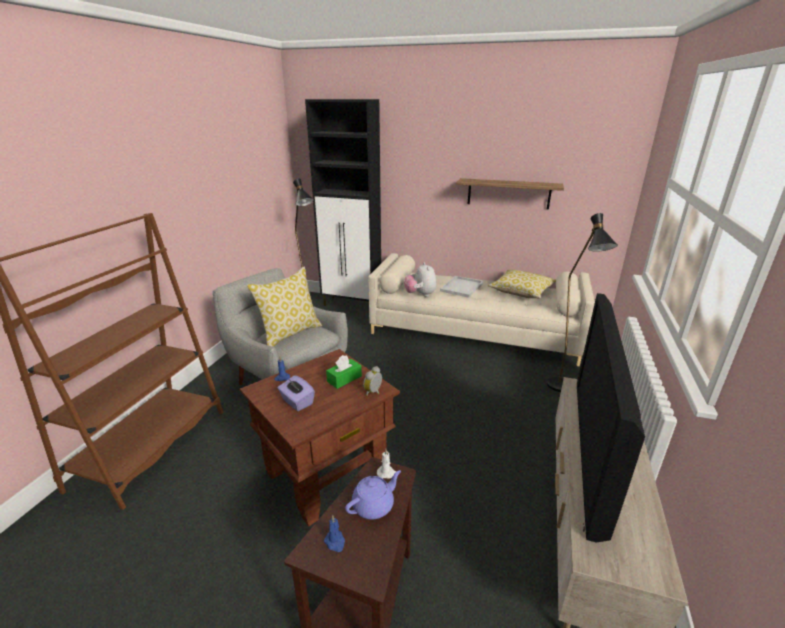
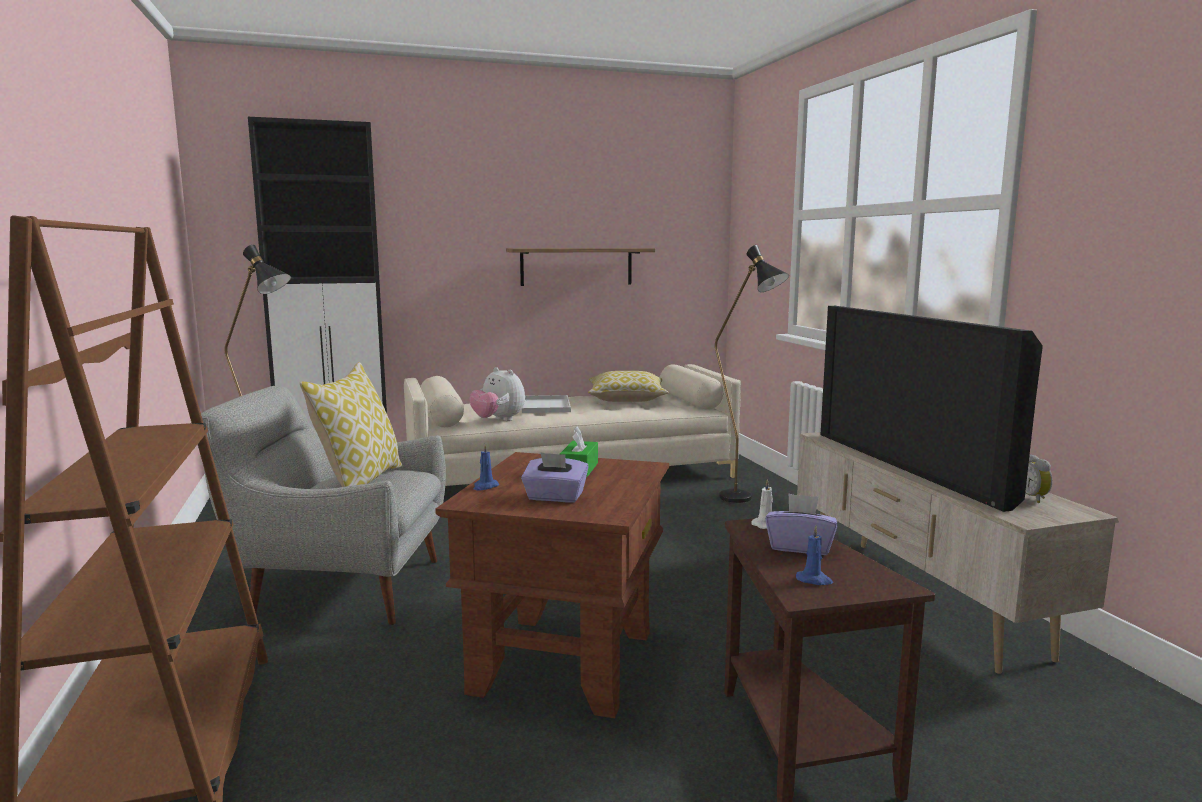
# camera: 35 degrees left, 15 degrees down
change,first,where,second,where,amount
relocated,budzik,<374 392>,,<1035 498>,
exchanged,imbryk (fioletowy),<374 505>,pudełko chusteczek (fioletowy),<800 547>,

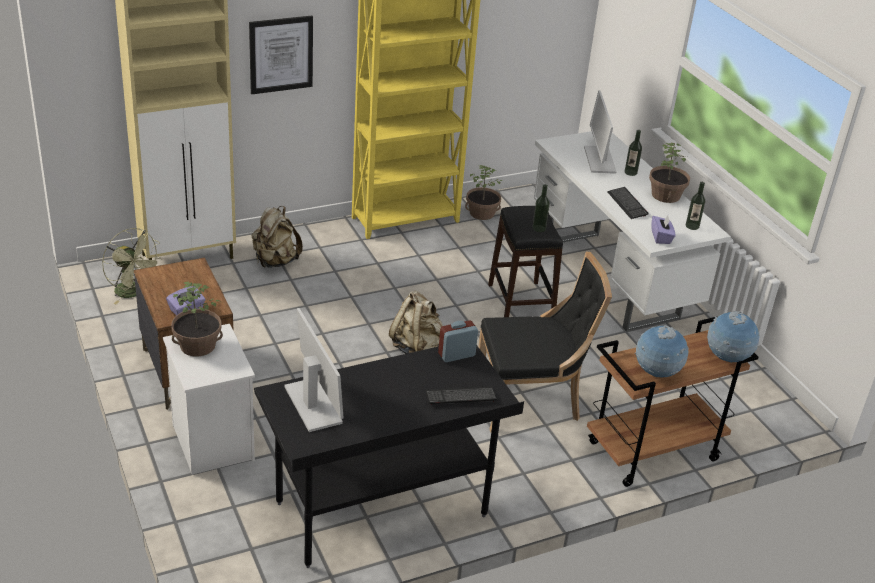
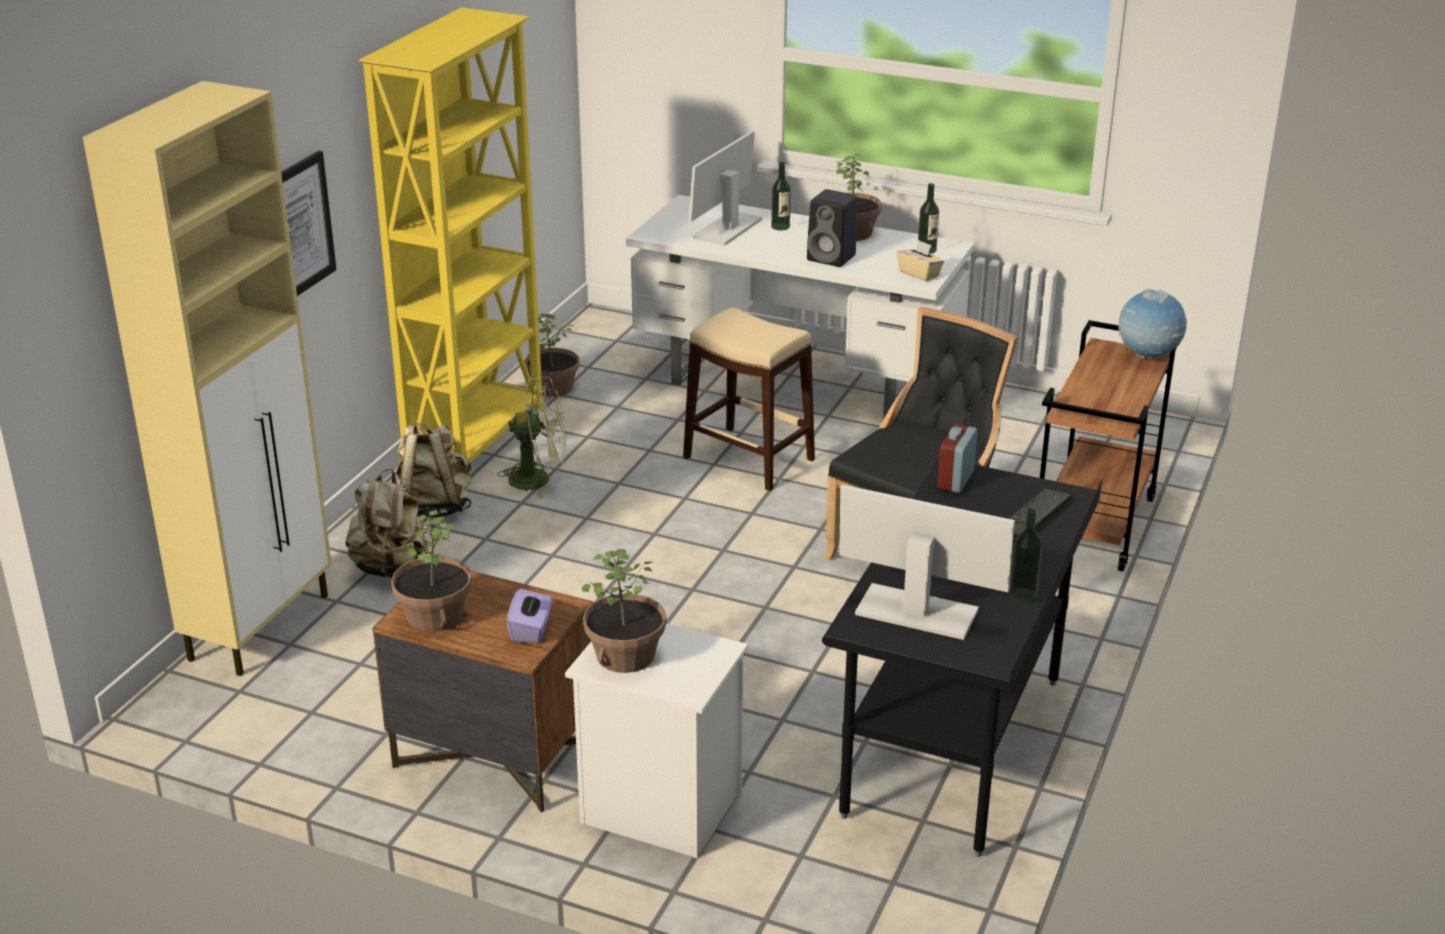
# camera: 40 degrees left, 5 degrees down
change,first,where,second,where,amount
missing,globus,<656 373>,,,
appeared,,,roślina doniczkowa,<434 615>,
relocated,wentylator (zielony),<133 293>,,<539 479>,
relocated,plecak (beżowy),<417 347>,,<434 507>,
relocated,butelka,<539 228>,,<1022 595>,
exchanged,klawiatura,<627 204>,głośnik (czarny),<833 258>,
colour,stołek (czarny),<520 304>,stołek (beżowy),<748 459>,
colour,pudełko chusteczek (fioletowy),<661 237>,pudełko chusteczek (beżowy),<919 274>,
spun,monitor,<599 159>,,<727 228>,75 degrees clockwise

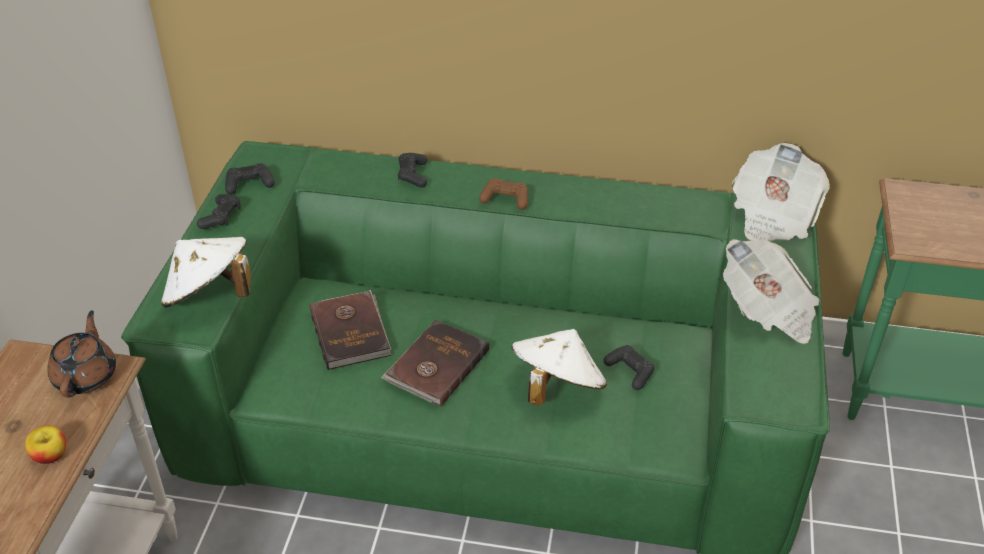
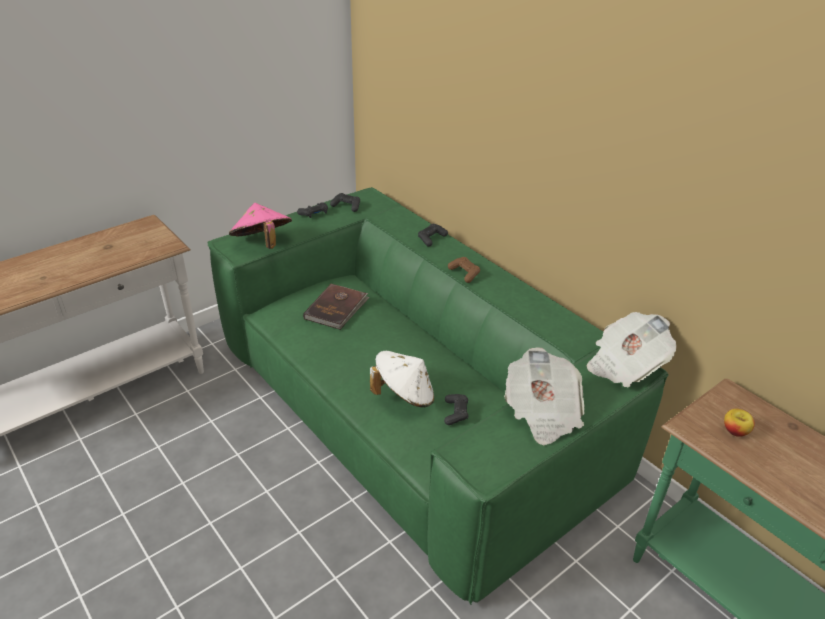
# camera: 40 degrees right, 5 degrees down
change,first,where,second,where,amount
missing,imbryk (brązowy),<86 375>,,,
missing,książka (brązowy),<436 366>,,,
relocated,jabłko,<50 455>,,<735 431>,
colour,kapelusz (biały),<209 296>,kapelusz (różowy),<262 244>,

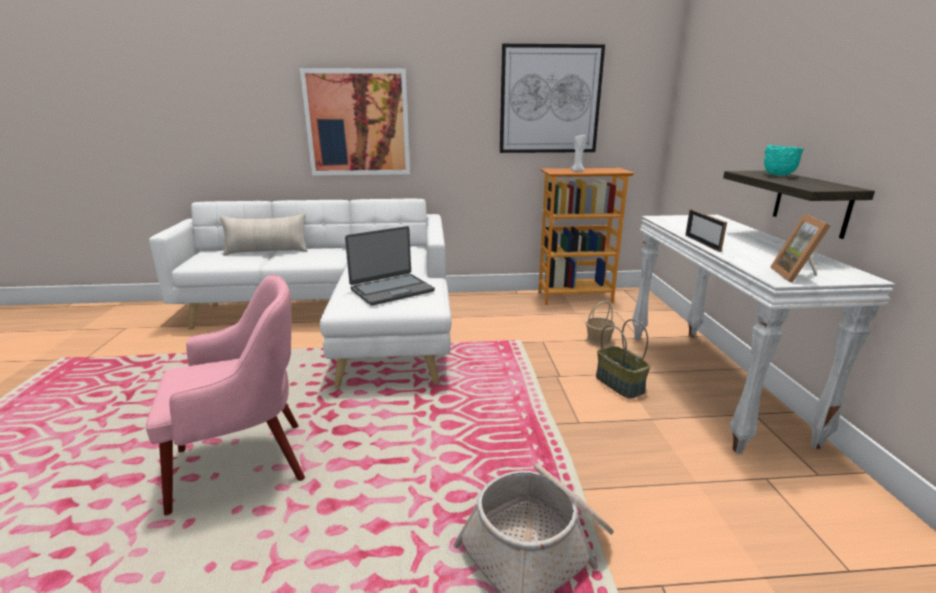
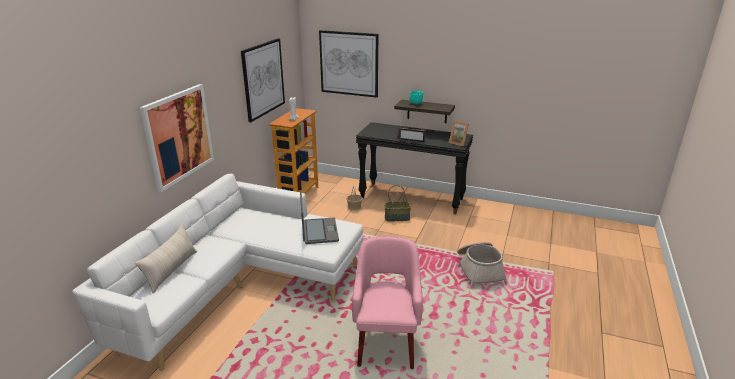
# camera: 65 degrees left, 5 degrees up
change,first,where,second,where,amount
appeared,,,obraz,<349 63>,
colour,stolik konsolowy (biały),<711 383>,stolik konsolowy (czarny),<412 198>,

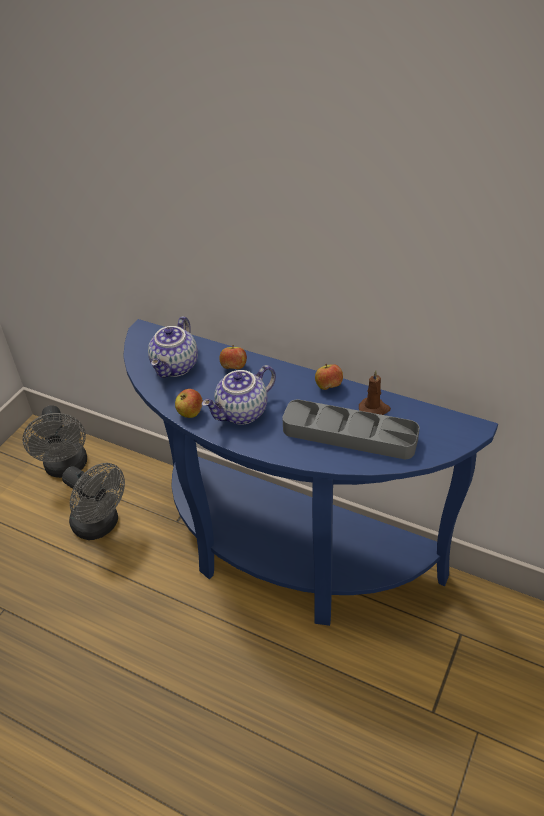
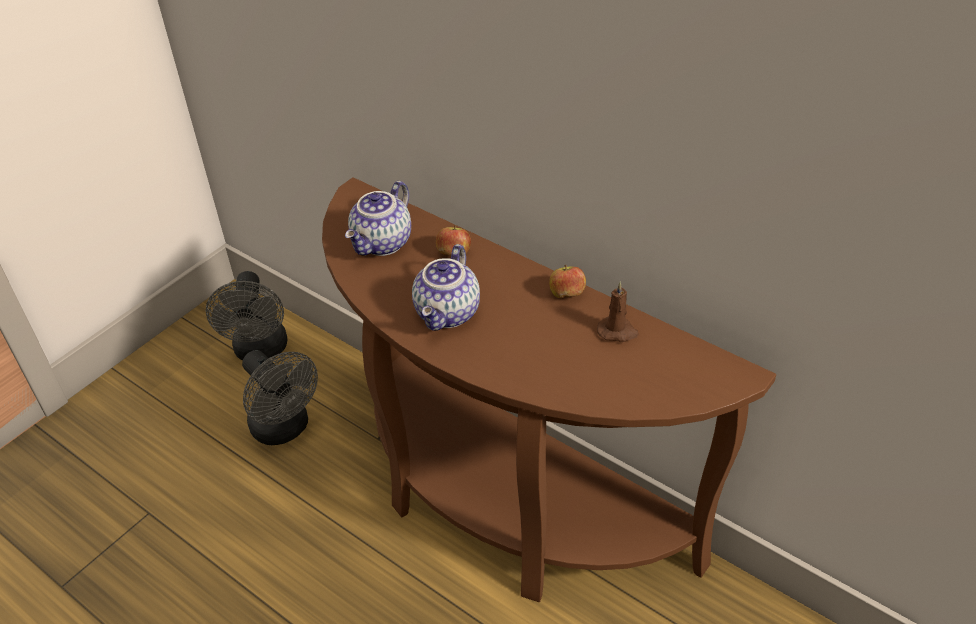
# camera: 10 degrees right, 0 degrees up
change,first,where,second,where,amount
missing,jabłko,<190 413>,,,
missing,taca (szary),<349 434>,,,
colour,stolik konsolowy (niebieski),<286 555>,stolik konsolowy (brązowy),<504 503>,
spun,imbryk,<242 413>,,<449 314>,45 degrees counterclockwise

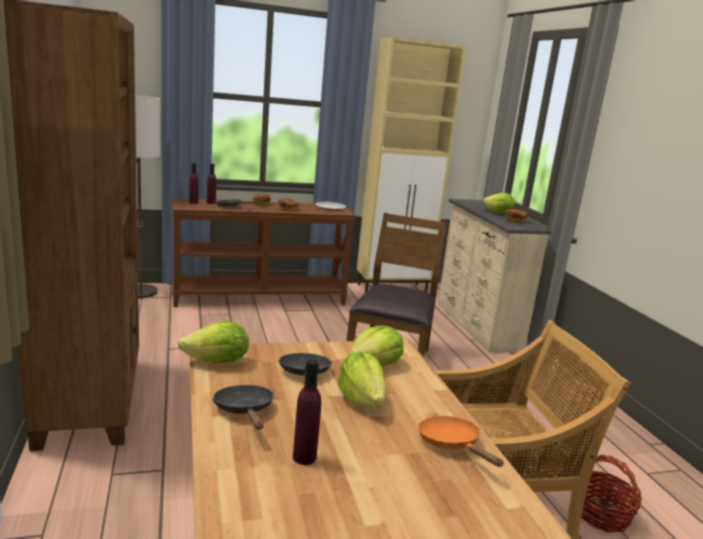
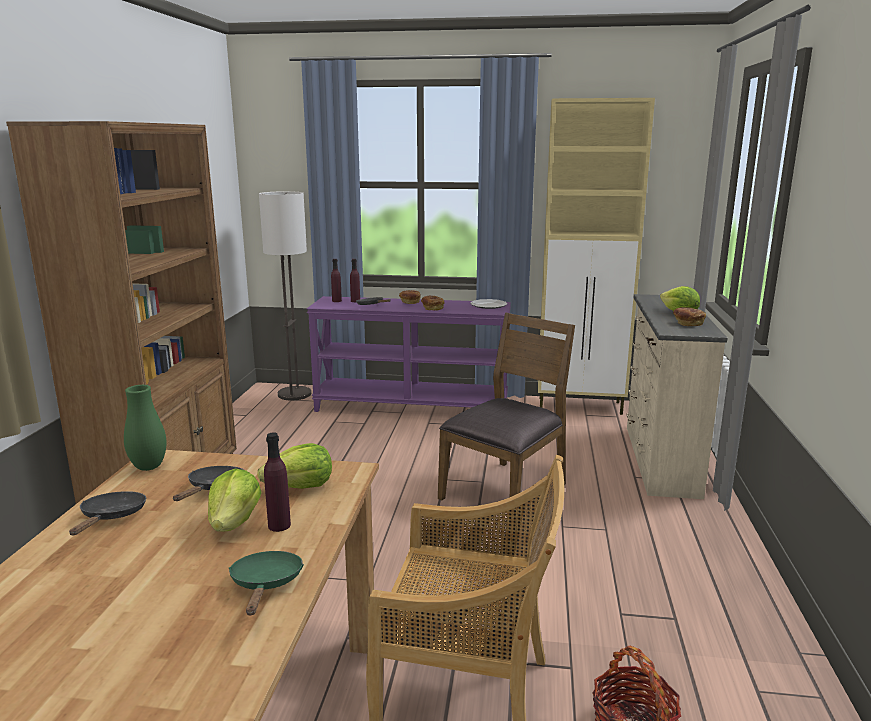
# camera: 25 degrees right, 0 degrees up
change,first,where,second,where,amount
relocated,butelka (fioletowy),<304 457>,,<279 525>,
exchanged,sałata,<217 362>,wazon (zielony),<149 467>,
colour,stolik konsolowy (brązowy),<260 297>,stolik konsolowy (fioletowy),<412 406>,
colour,patelnia (pomarańczowy),<452 444>,patelnia (zielony),<266 584>,

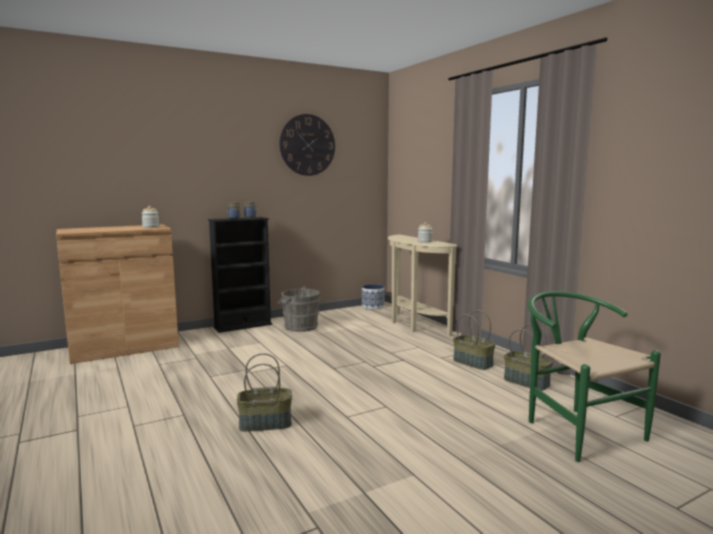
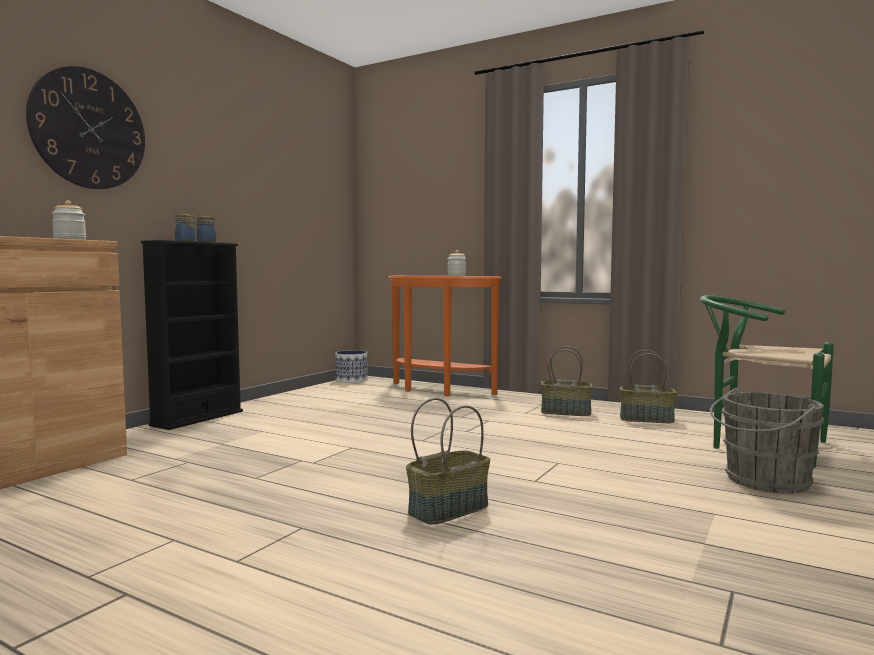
# camera: 30 degrees left, 5 degrees down
change,first,where,second,where,amount
relocated,wiadro (szary),<299 327>,,<763 481>,
relocated,zegar ścienny,<307 145>,,<89 129>,
colour,stolik konsolowy (beżowy),<413 325>,stolik konsolowy (pomarańczowy),<436 391>,

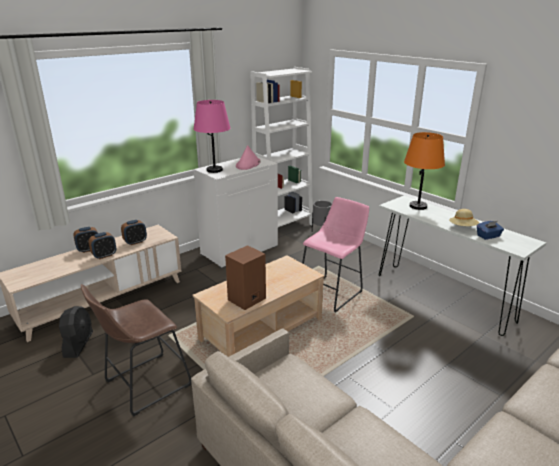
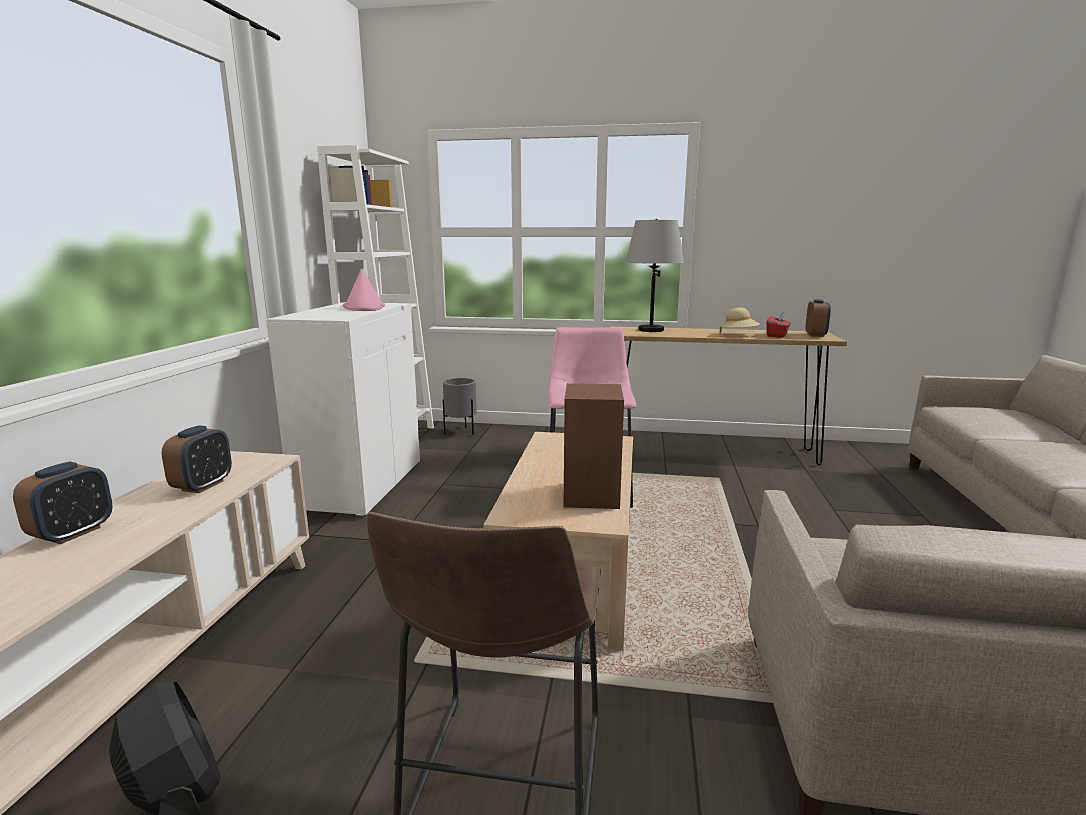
# camera: 40 degrees left, 10 degrees down
change,first,where,second,where,amount
missing,lampa stołowa (różowy),<214 170>,,,
relocated,budzik,<104 255>,,<815 335>,
colour,stolik konsolowy (biały),<442 297>,stolik konsolowy (brązowy),<710 452>,
colour,lampa stołowa (pomarańczowy),<418 206>,lampa stołowa (szary),<650 330>,
colour,pudełko chusteczek (niebieski),<488 236>,pudełko chusteczek (czerwony),<777 335>,

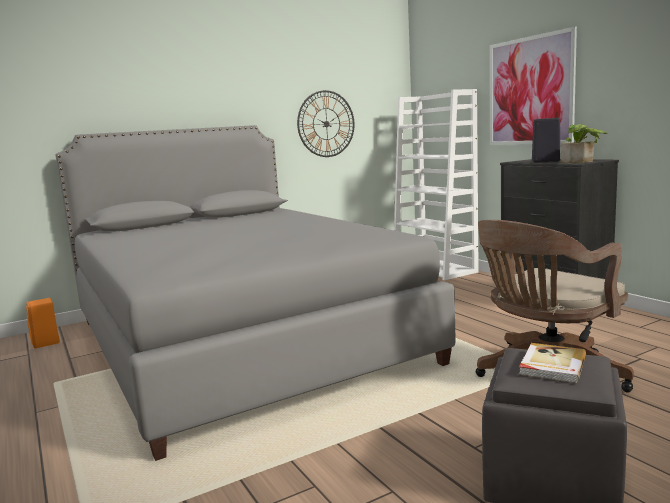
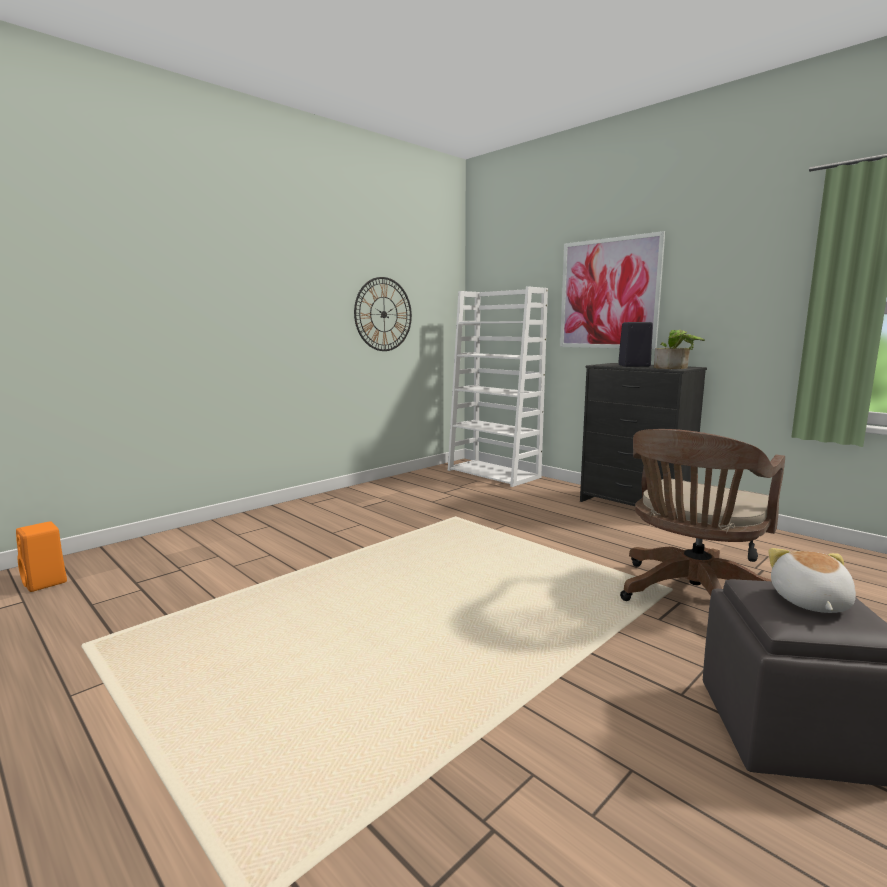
# camera: 15 degrees left, 0 degrees up
change,first,where,second,where,amount
missing,łóżko (szary),<239 341>,,,
exchanged,książka,<551 365>,pluszak,<809 602>,

